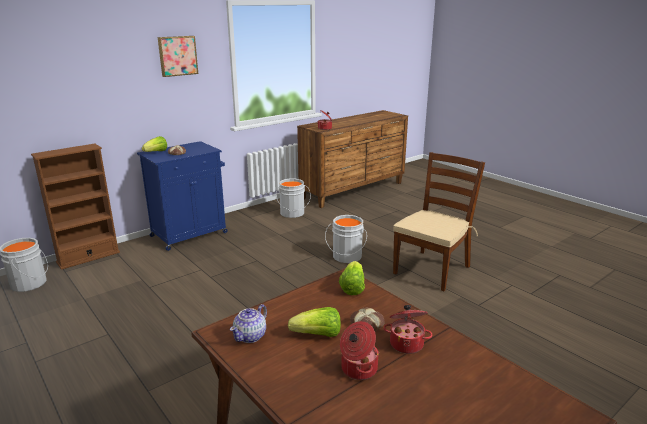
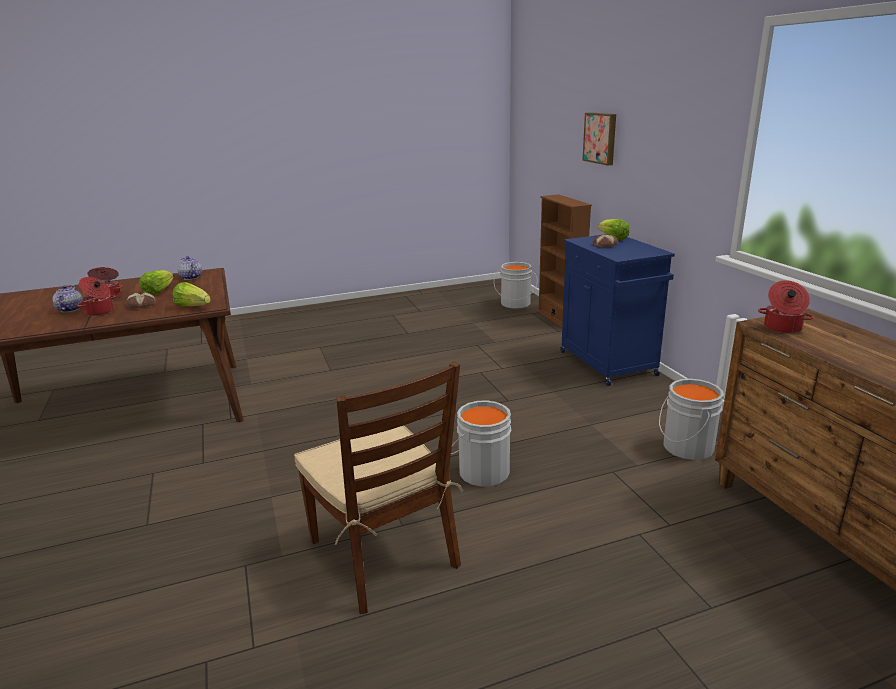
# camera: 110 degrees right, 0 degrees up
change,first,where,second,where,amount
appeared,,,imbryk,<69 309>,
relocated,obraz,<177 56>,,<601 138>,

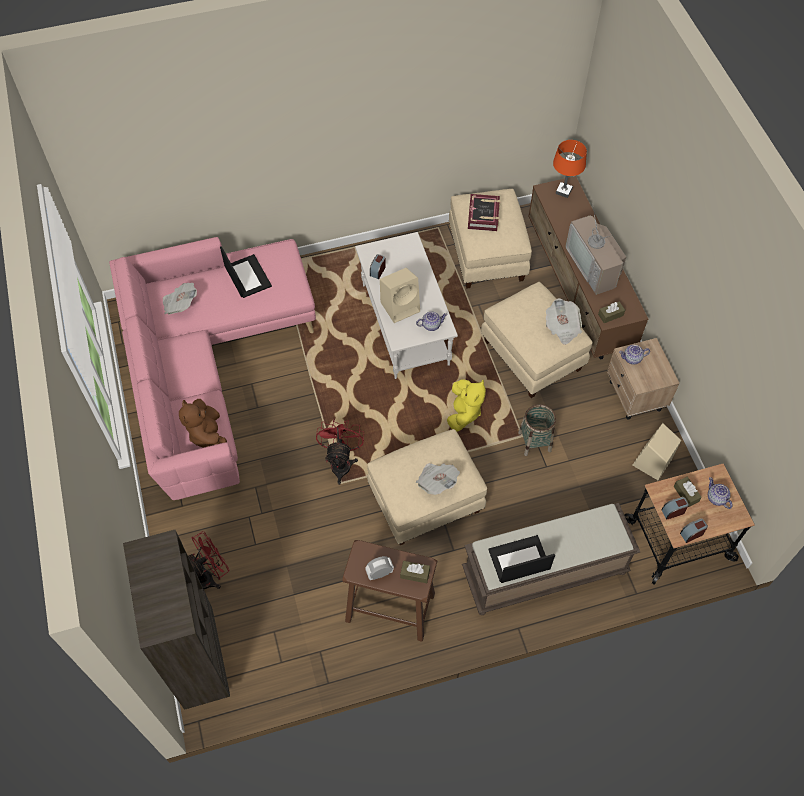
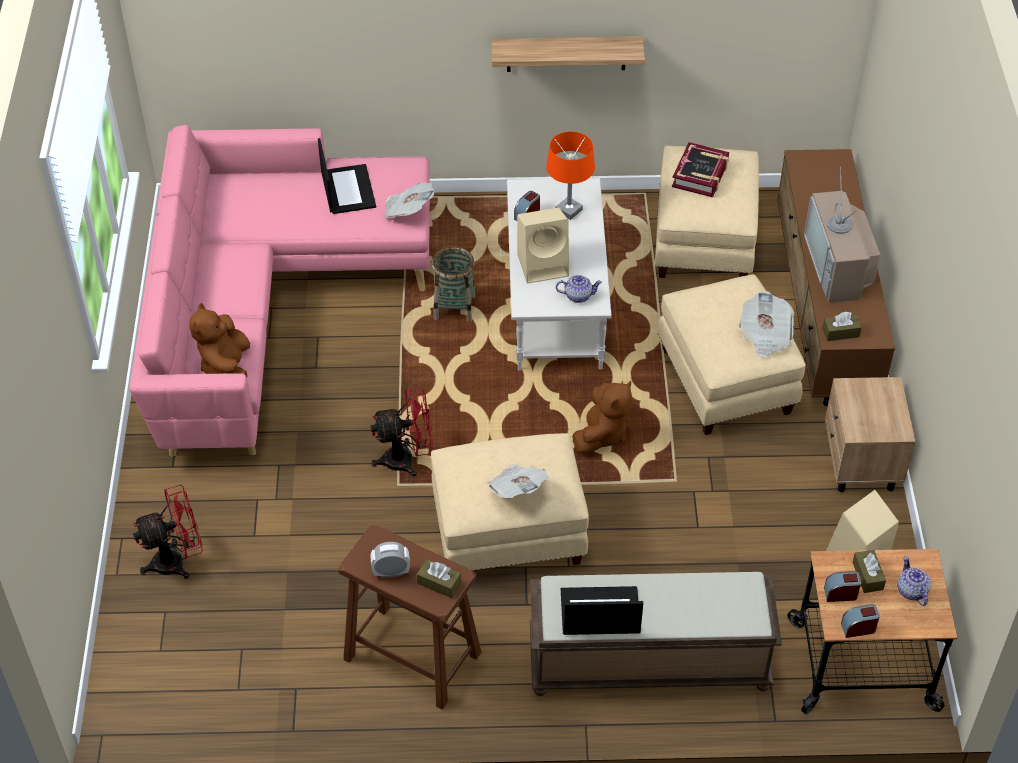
# camera: 15 degrees right, 10 degrees down
change,first,where,second,where,amount
missing,regał (brązowy),<201 663>,,,
missing,imbryk,<632 358>,,,
appeared,,,półka,<566 53>,
relocated,gazeta,<180 304>,,<408 210>,
relocated,koszyk,<534 441>,,<454 308>,
relocated,lampa stołowa (pomarańczowy),<563 191>,,<569 210>,
colour,pluszak (żółty),<464 413>,pluszak (brązowy),<601 434>,
spun,wentylator (czerwony),<341 462>,,<407 459>,60 degrees clockwise

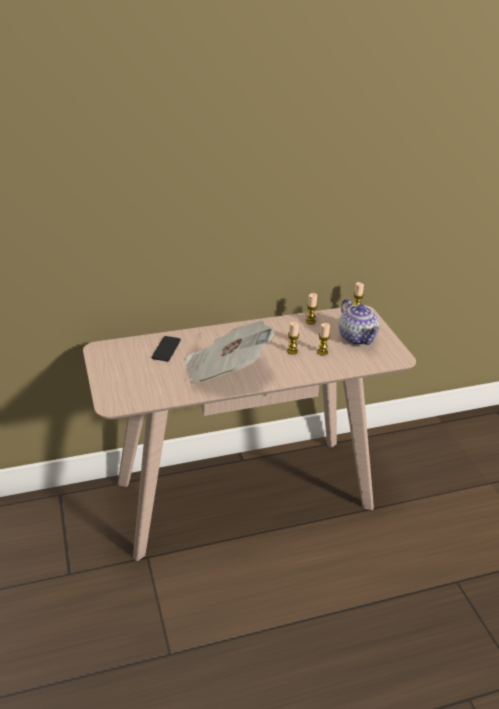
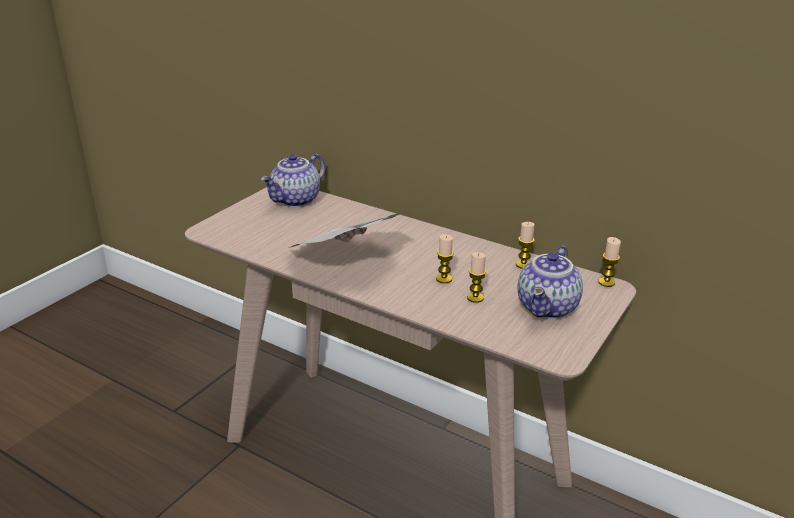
# camera: 50 degrees right, 5 degrees down
change,first,where,second,where,amount
missing,telefon,<166 349>,,,
appeared,,,imbryk,<296 201>,

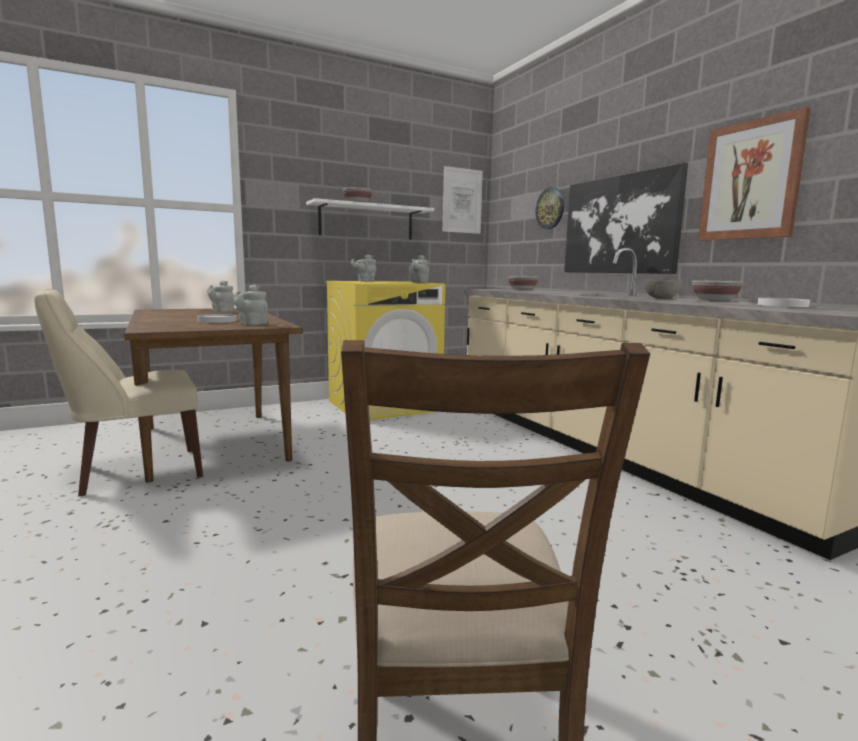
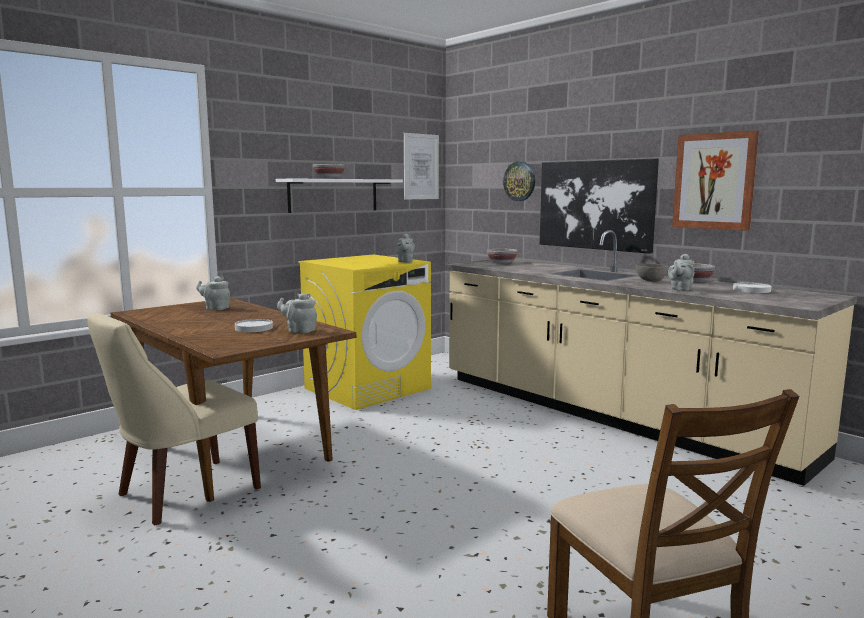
# camera: 15 degrees left, 0 degrees up
change,first,where,second,where,amount
relocated,imbryk (szary),<364 281>,,<680 289>,

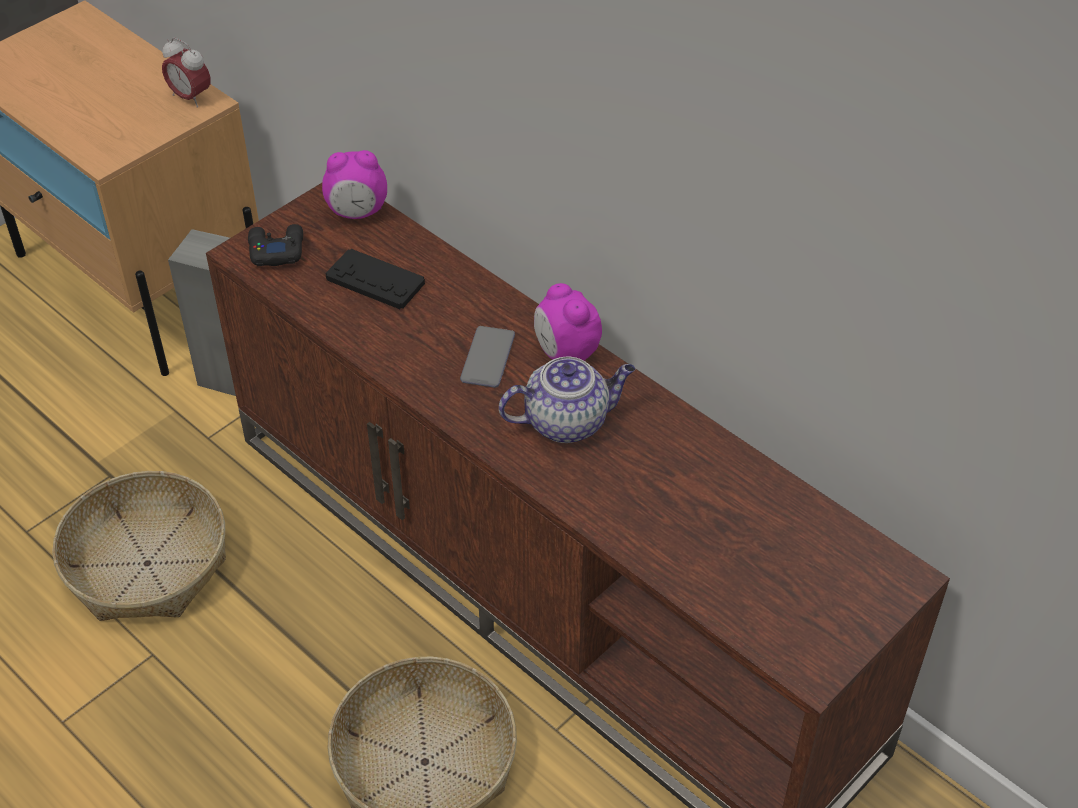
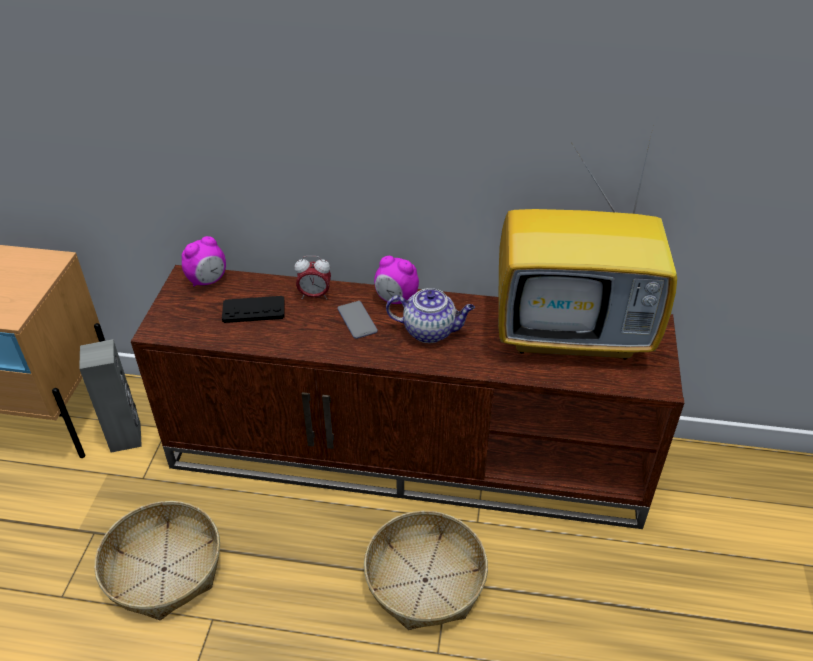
# camera: 35 degrees left, 5 degrees down
change,first,where,second,where,amount
missing,pad do gier (czarny),<276 250>,,,
appeared,,,telewizor,<574 333>,
relocated,budzik,<190 97>,,<314 295>,
spun,imbryk,<568 421>,,<430 331>,60 degrees clockwise

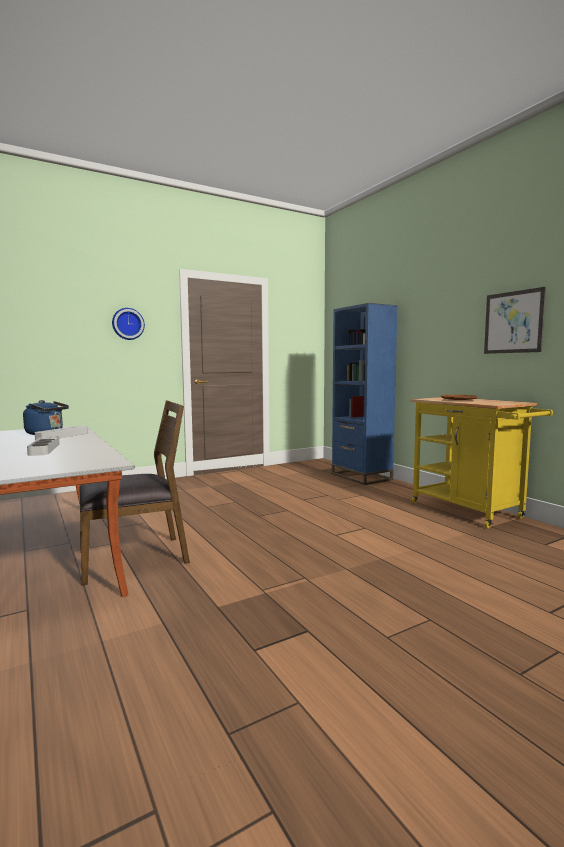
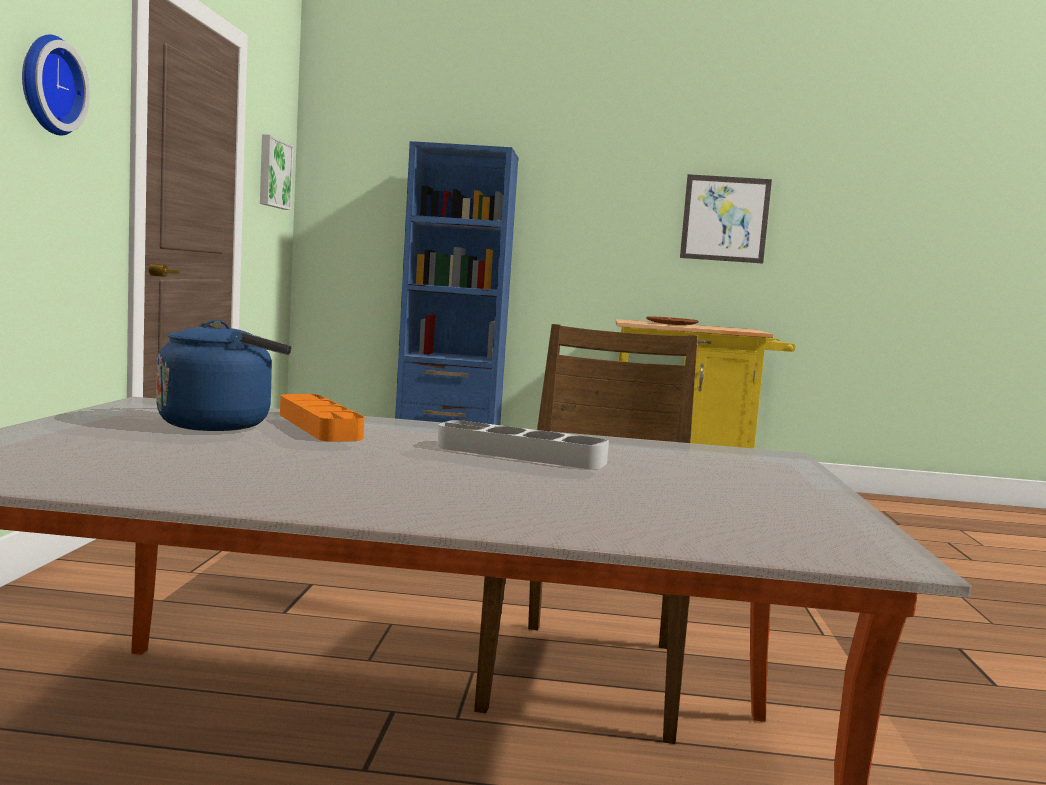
# camera: 55 degrees left, 0 degrees up
change,first,where,second,where,amount
appeared,,,obraz,<273 173>,
colour,taca (szary),<62 436>,taca (pomarańczowy),<319 426>,

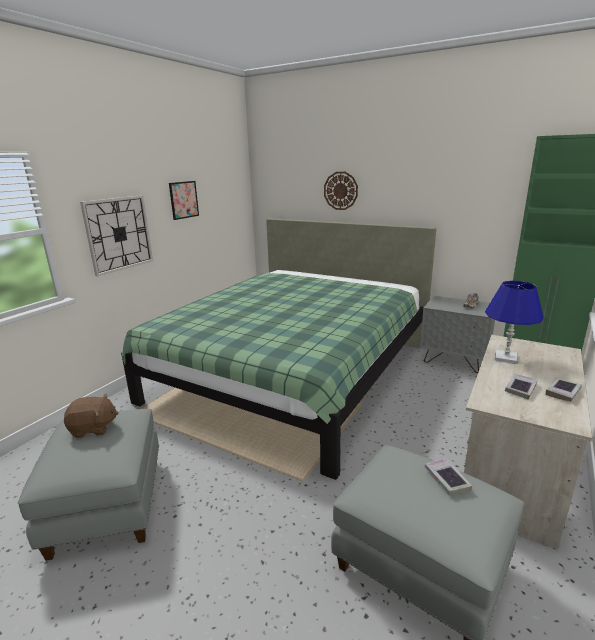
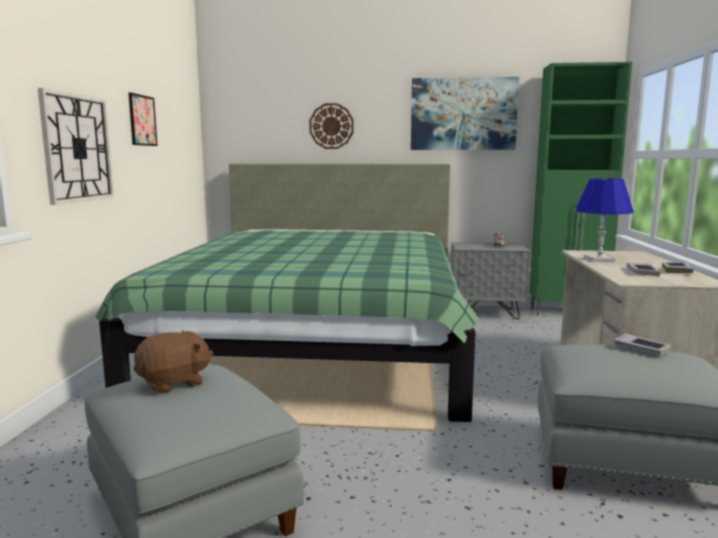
# camera: 25 degrees left, 10 degrees down
change,first,where,second,where,amount
appeared,,,obraz,<463 114>,

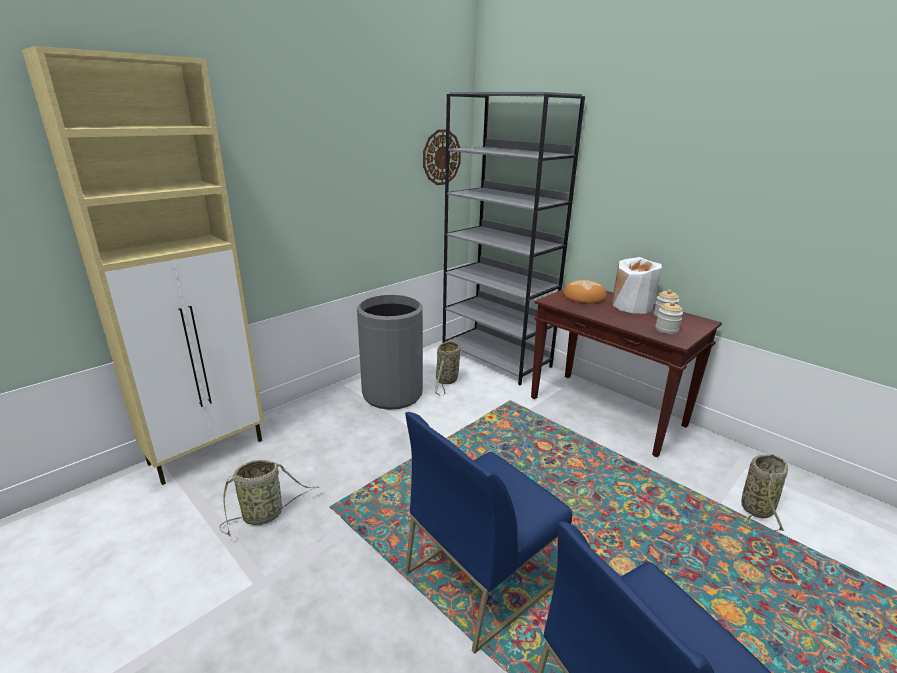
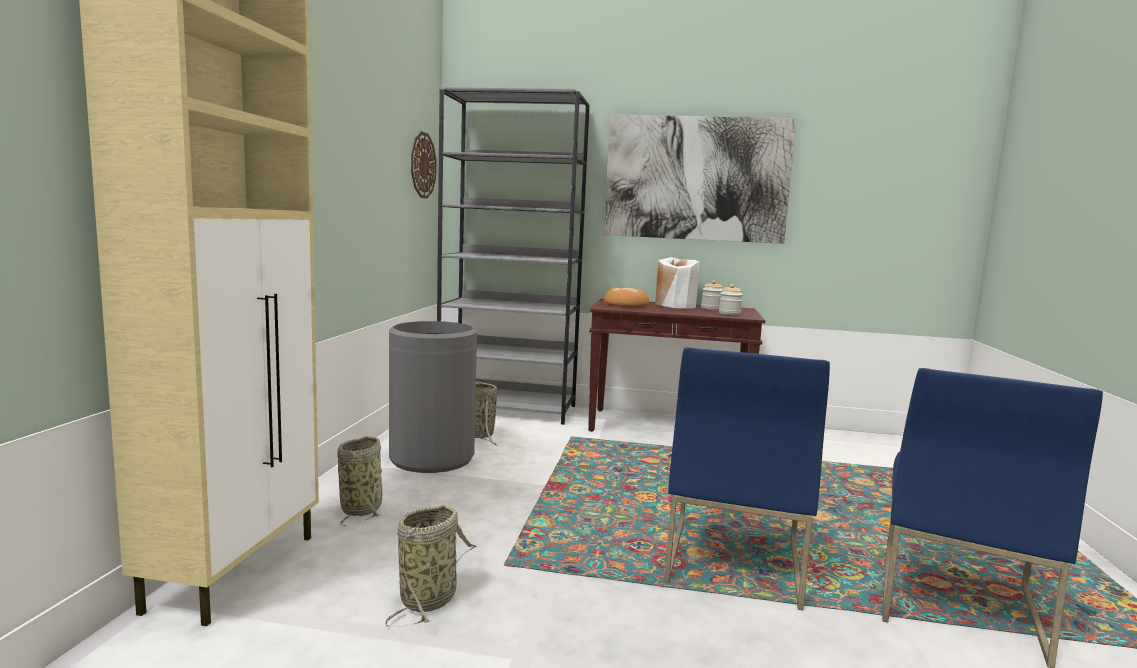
# camera: 35 degrees left, 15 degrees down
change,first,where,second,where,amount
appeared,,,obraz,<696 179>,
relocated,koszyk,<756 507>,,<362 508>,

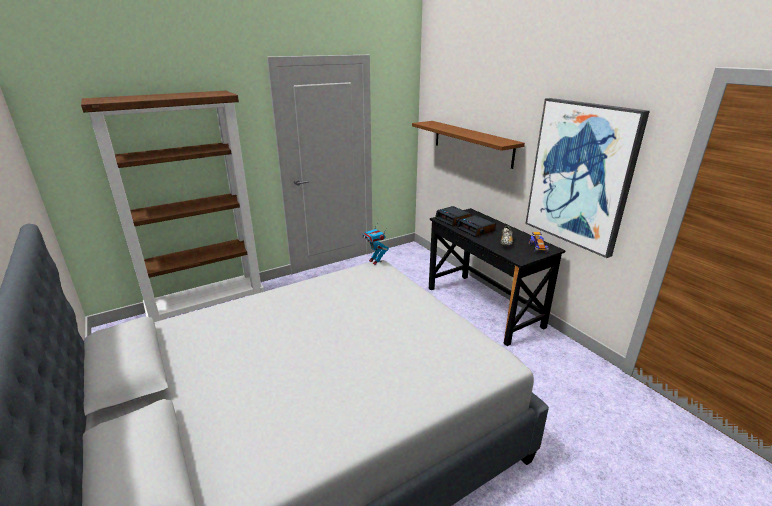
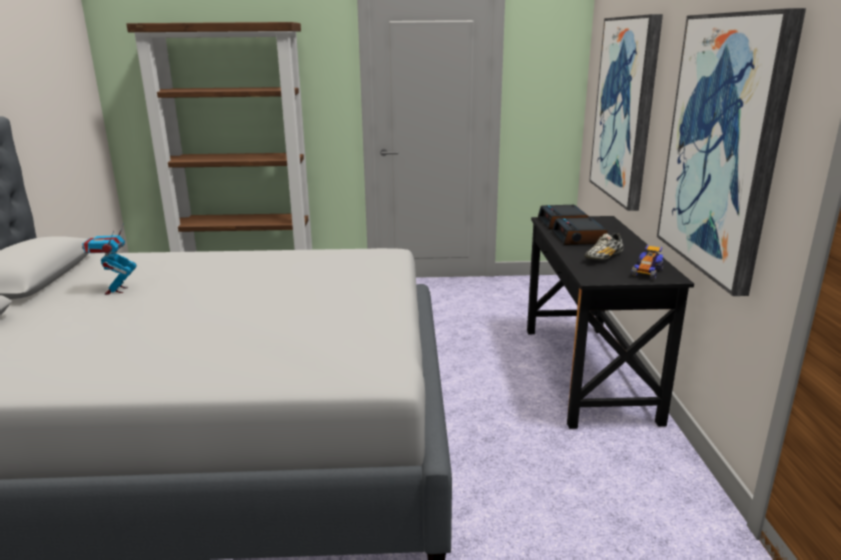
# camera: 30 degrees right, 5 degrees down
change,first,where,second,where,amount
relocated,robot zabawkowy,<375 261>,,<116 290>,
exchanged,półka (brązowy),<472 143>,obraz,<626 110>,

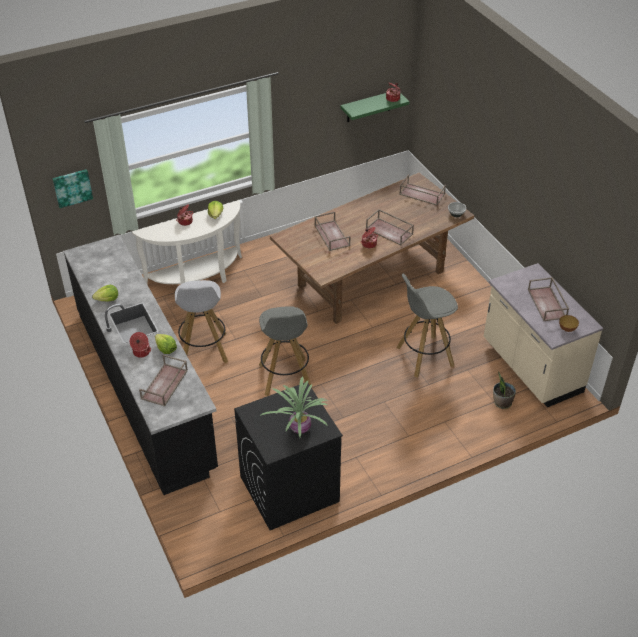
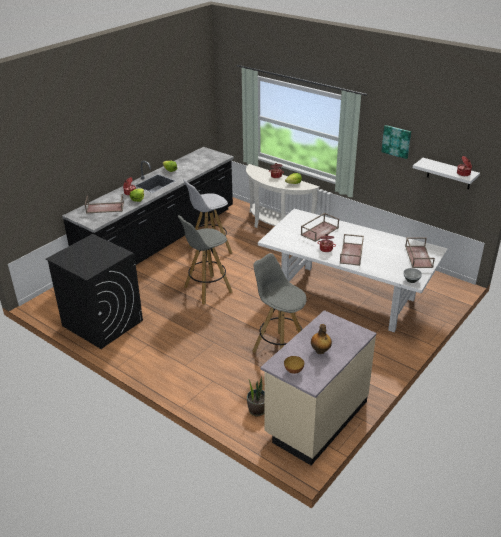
# camera: 65 degrees right, 10 degrees down
change,first,where,second,where,amount
missing,roślina doniczkowa,<299 428>,,,
relocated,obraz,<72 187>,,<396 141>,
exchanged,taca (brązowy),<547 304>,butelka,<320 351>,
colour,stół jadalny (brązowy),<370 279>,stół jadalny (biały),<346 297>,
colour,półka (zielony),<368 106>,półka (biały),<449 174>,

